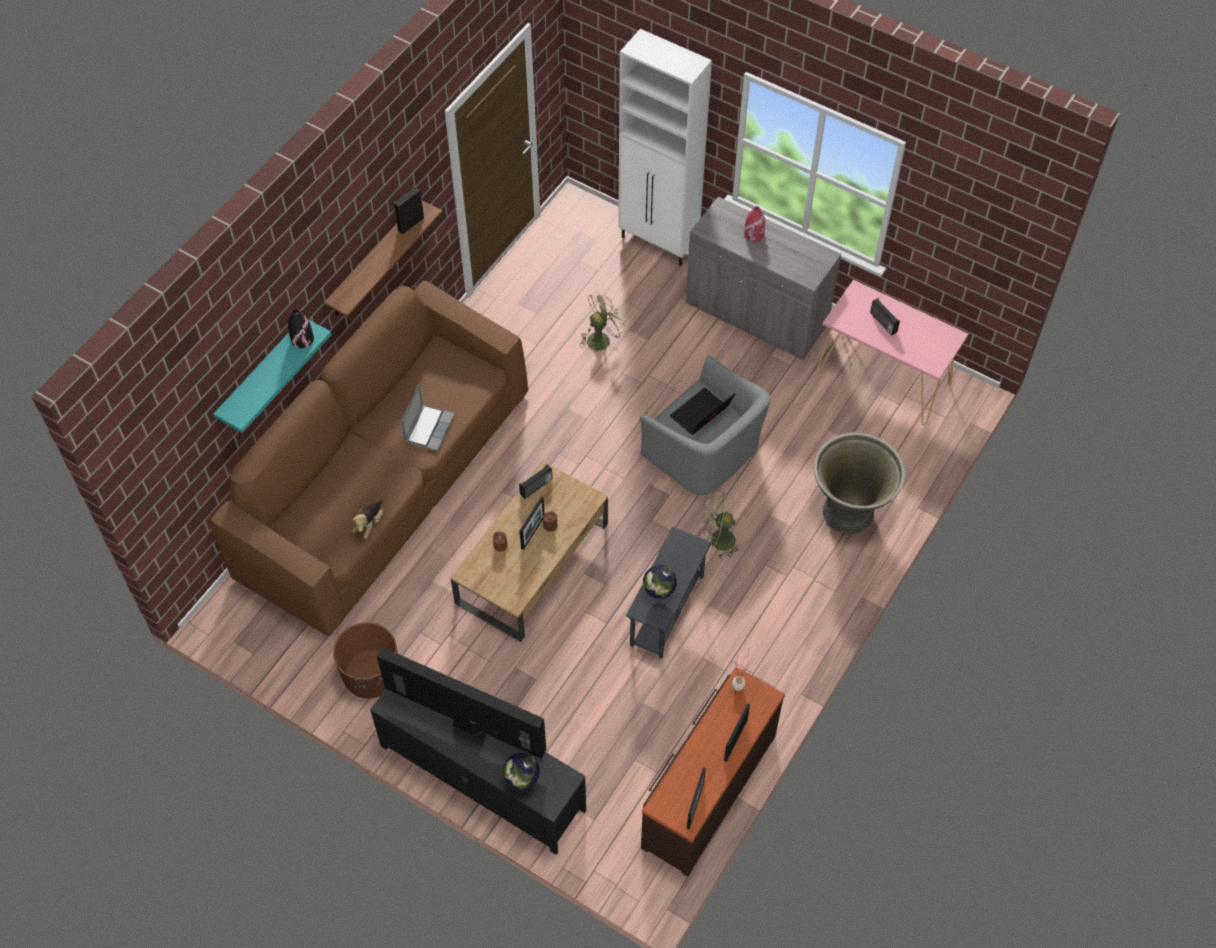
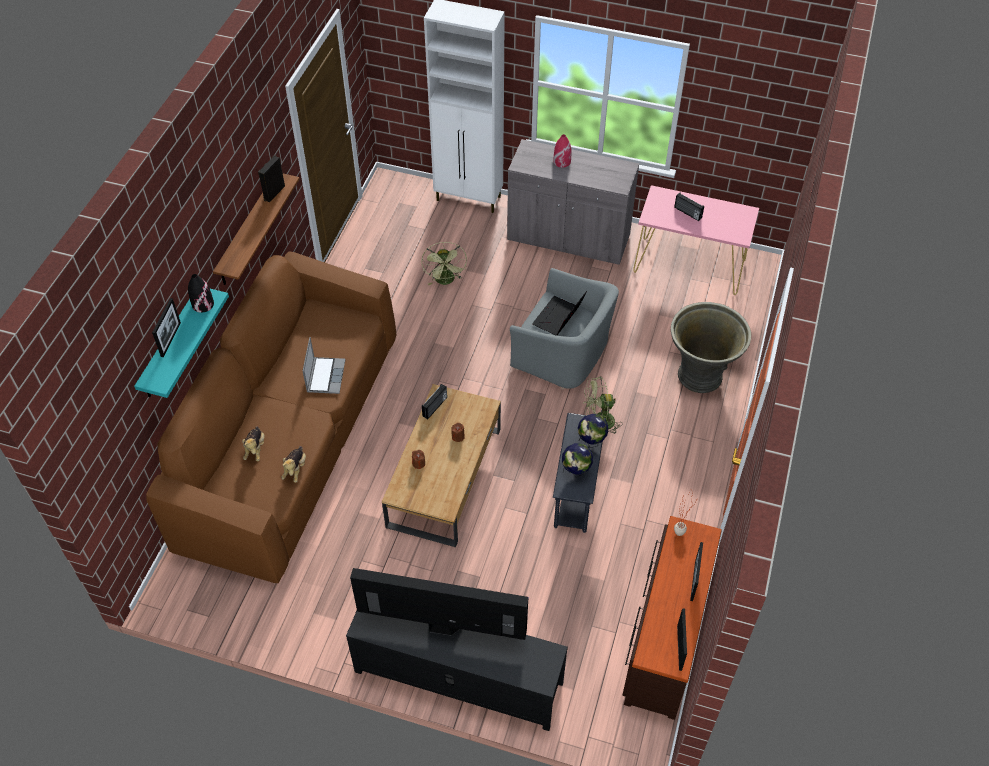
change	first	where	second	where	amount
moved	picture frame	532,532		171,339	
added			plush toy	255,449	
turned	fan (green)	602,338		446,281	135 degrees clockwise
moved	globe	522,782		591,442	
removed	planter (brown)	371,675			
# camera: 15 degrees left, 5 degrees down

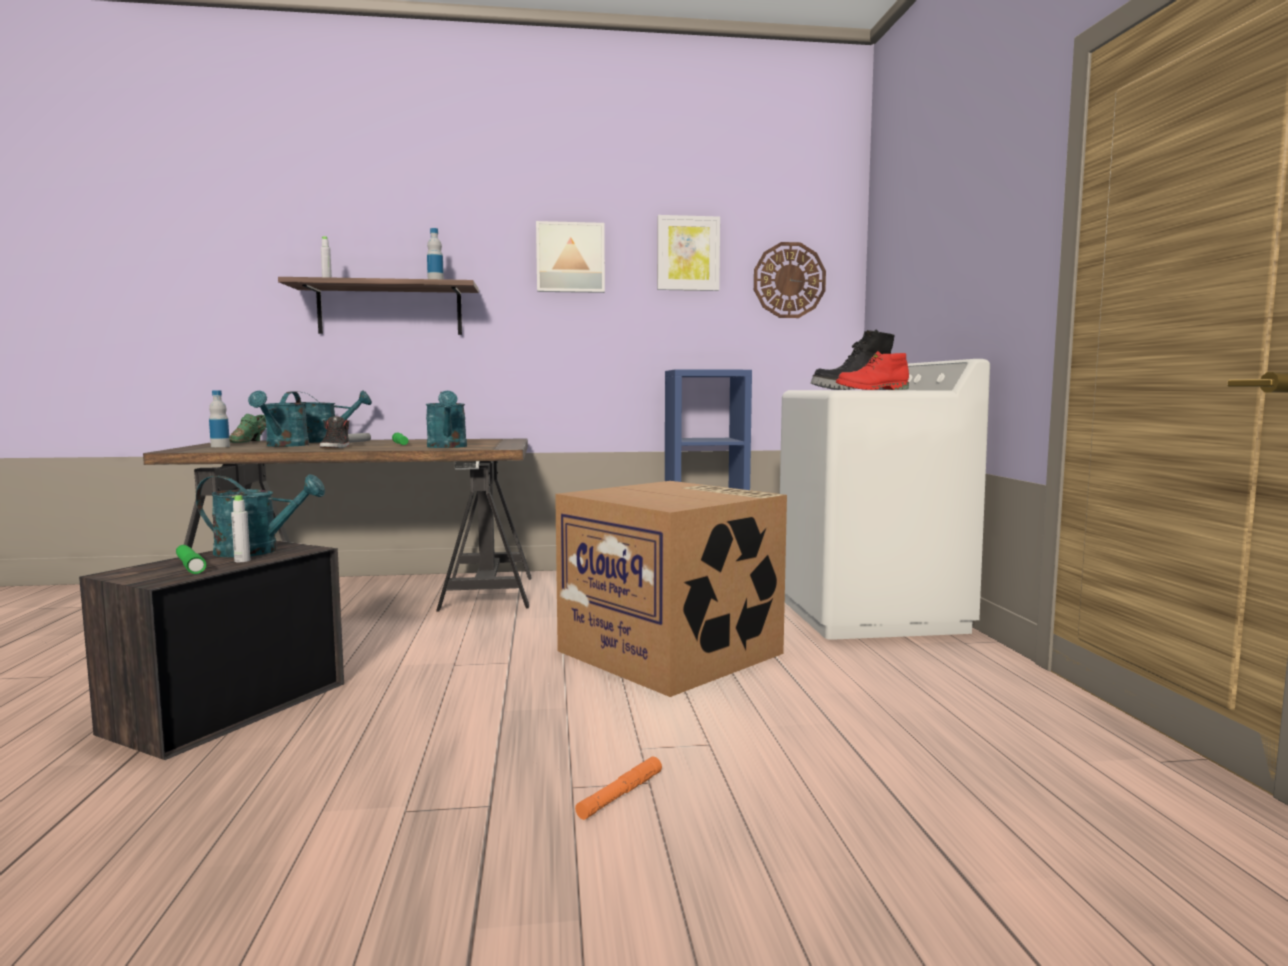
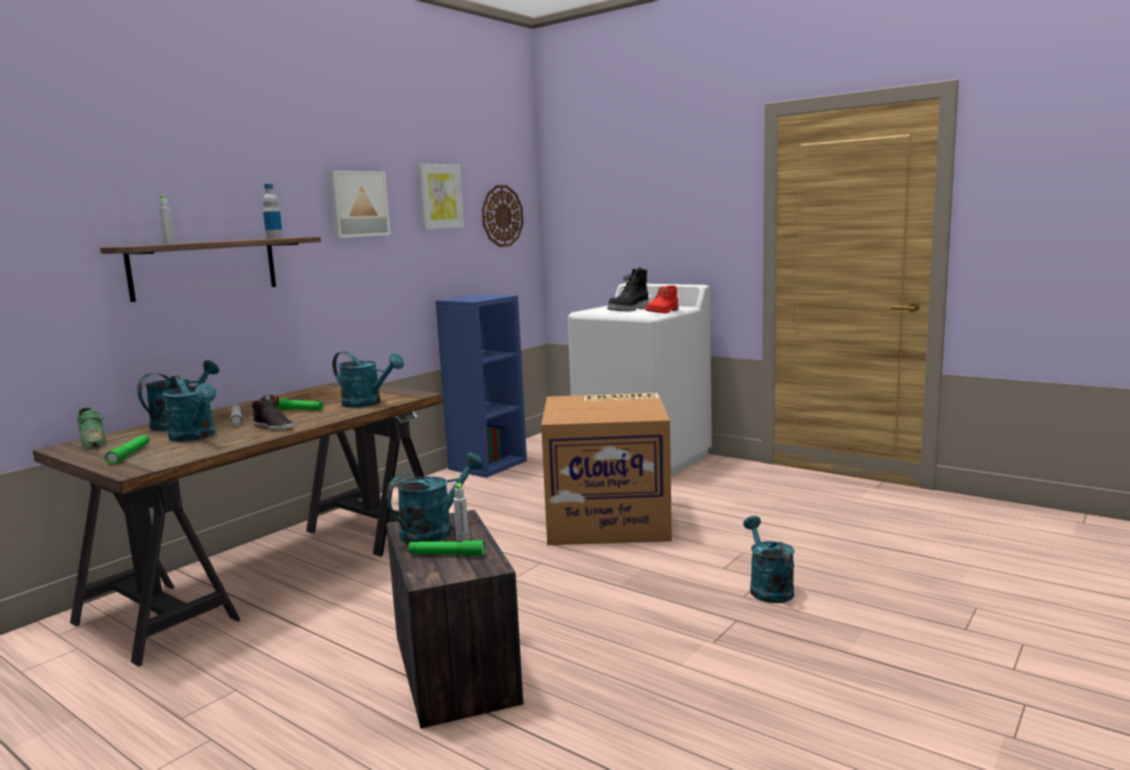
change	first	where	second	where	amount
replaced	bottle	220,446	flashlight (green)	129,454	
replaced	flashlight (orange)	620,795	watering can (turquoise)	767,588	
# camera: 45 degrees left, 5 degrees up

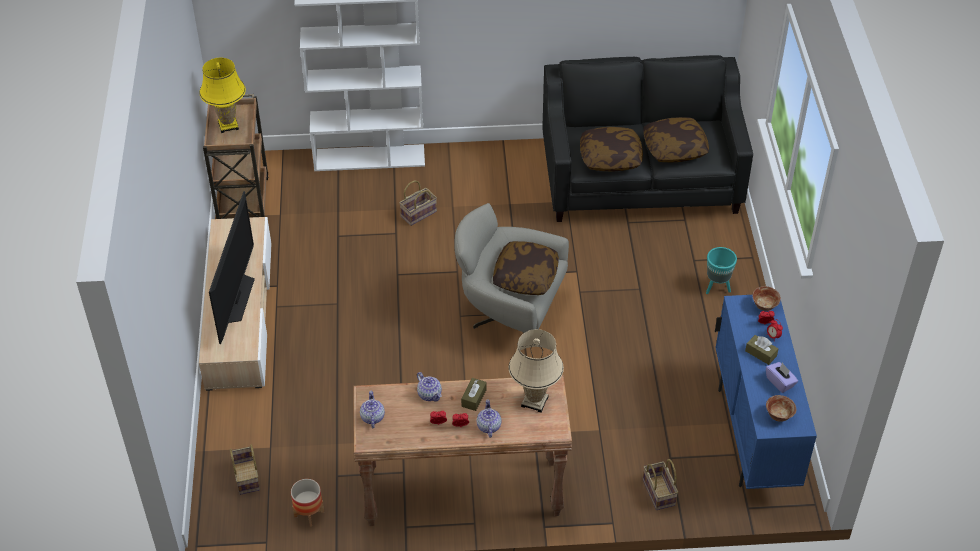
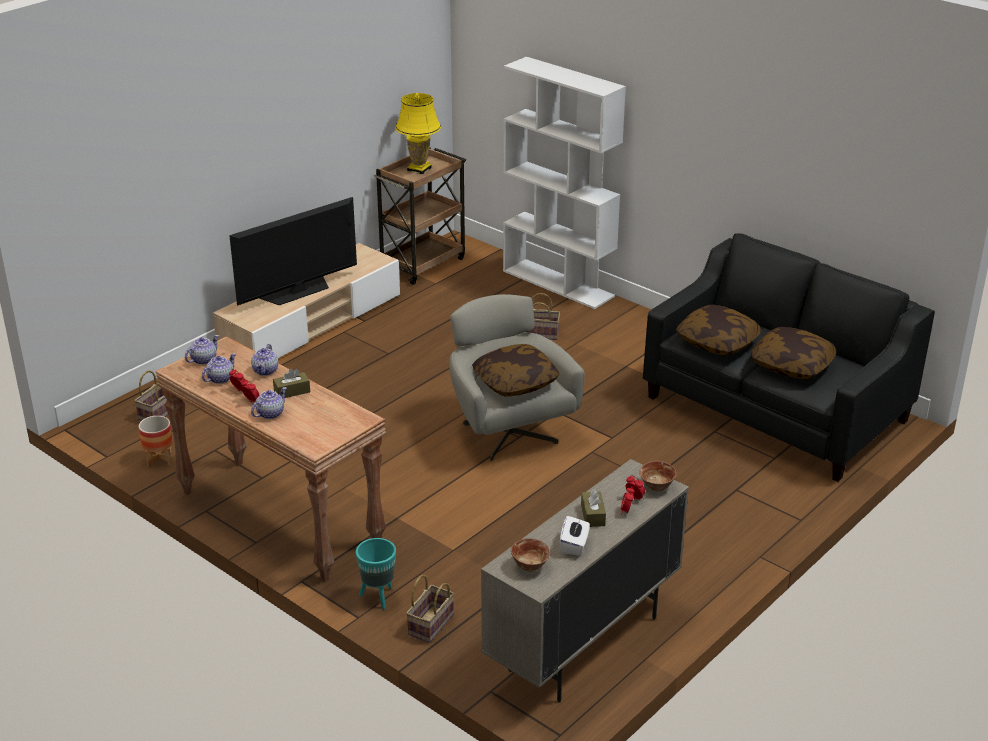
change	first	where	second	where	amount
added			teapot	220,378	
moved	planter (turquoise)	717,288		378,597	
recoloured	cabinet (blue)	753,436	cabinet (beige)	583,644	
recoloured	tissue box (purple)	780,382	tissue box (white)	574,545	
removed	table lamp (beige)	534,401			
# camera: 45 degrees right, 15 degrees down

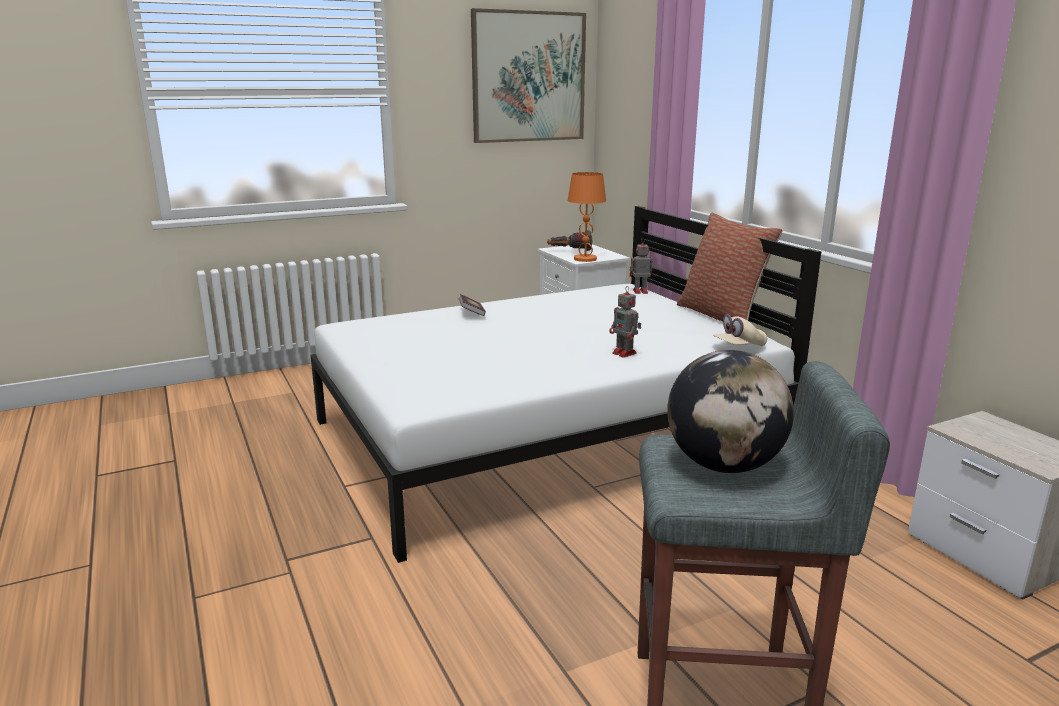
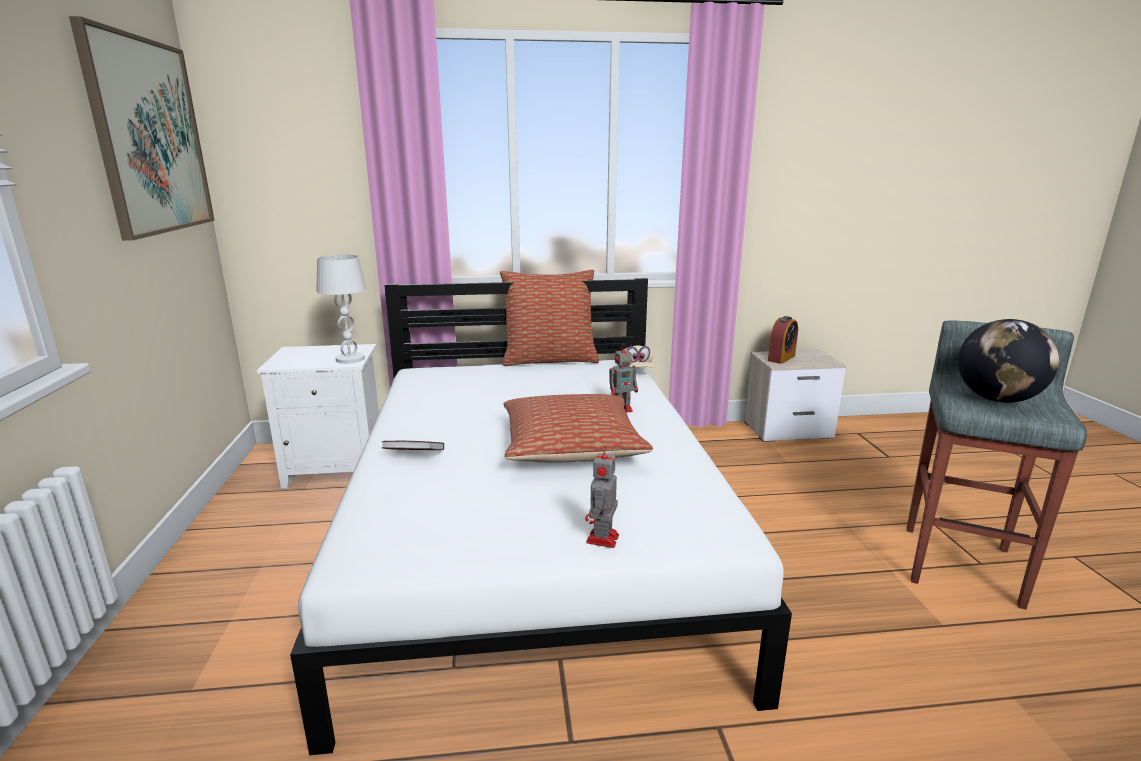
change	first	where	second	where	amount
recoloured	table lamp (orange)	585,259	table lamp (white)	350,359	
added			pillow	571,446	
moved	toy robot	639,291		602,540	
added			alarm clock	781,358	
removed	flashlight	569,251			
# camera: 70 degrees left, 0 degrees up

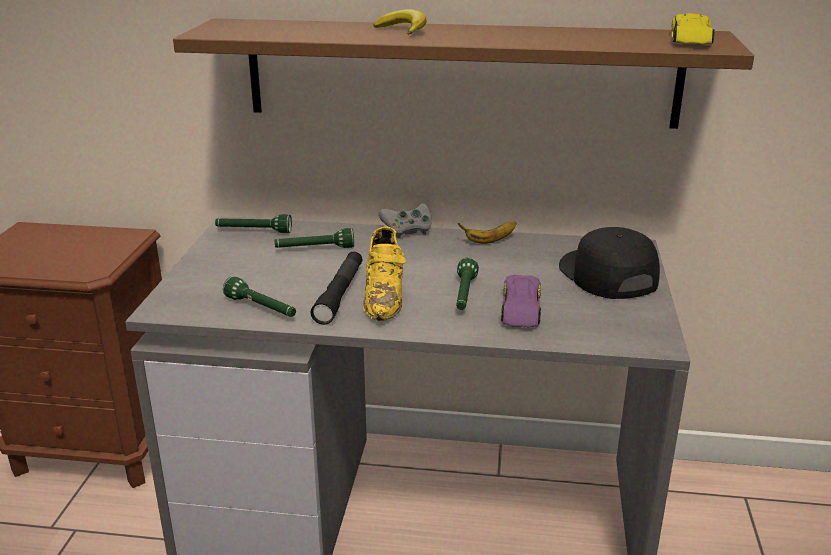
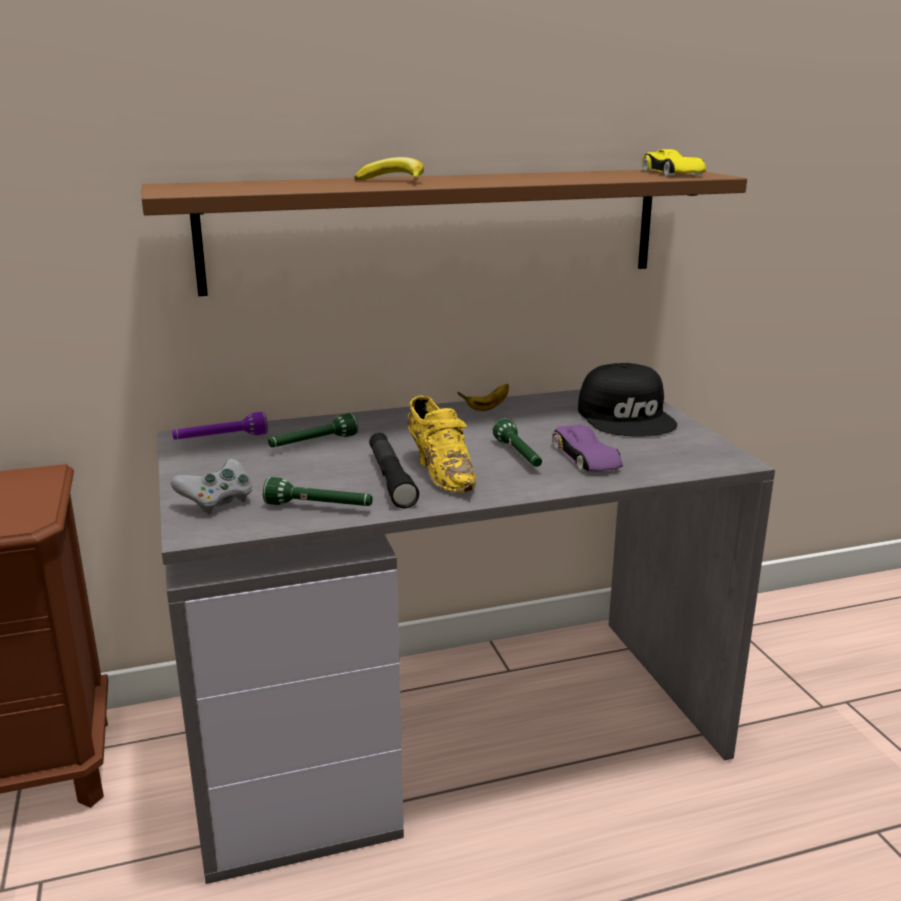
change	first	where	second	where	amount
moved	game controller (grey)	407,232		217,503	
recoloured	flashlight (green)	253,231	flashlight (purple)	220,439	
turned	cap (black)	606,275		627,417	150 degrees counterclockwise
# camera: 25 degrees left, 5 degrees down

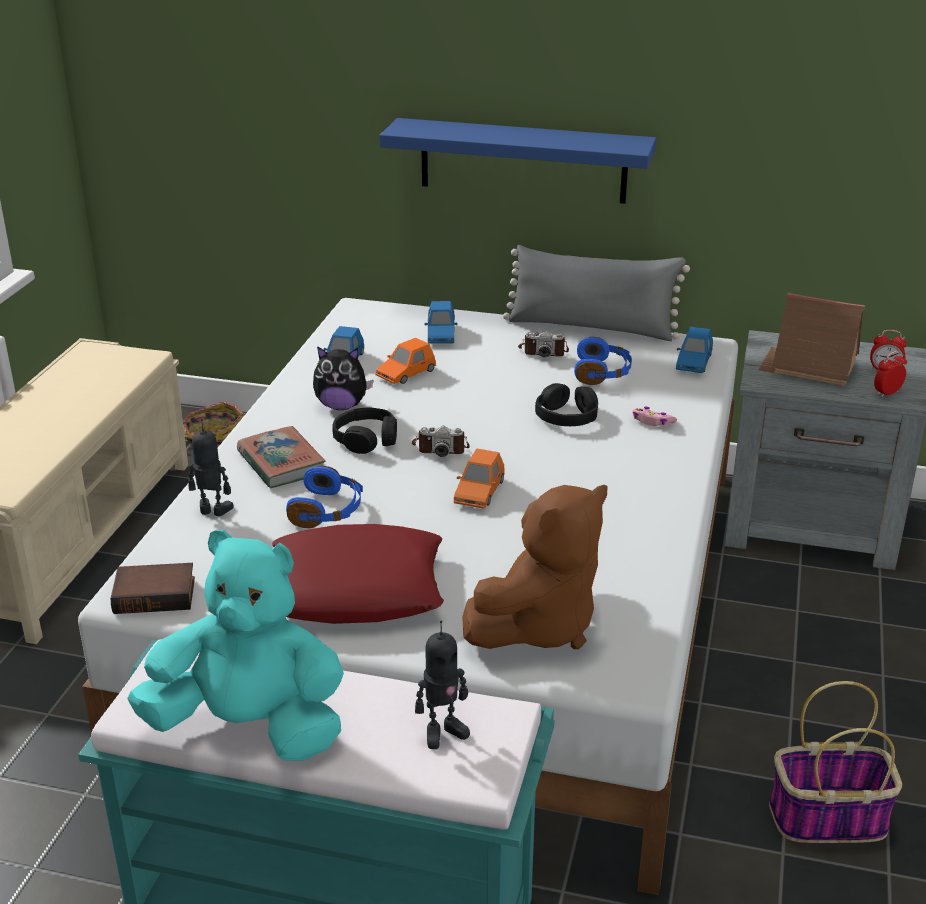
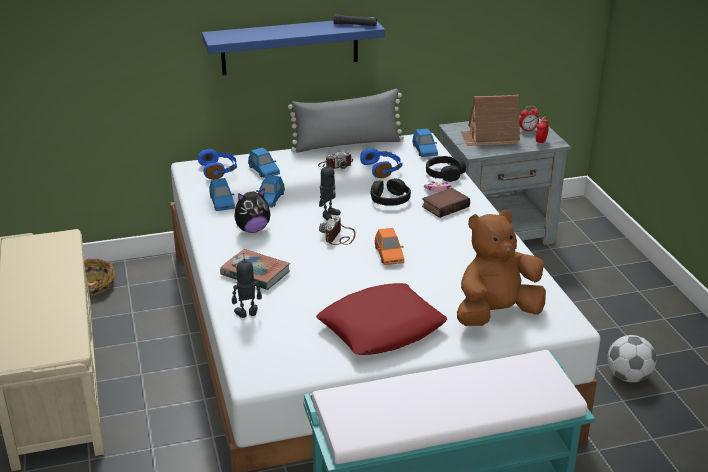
change	first	where	second	where	amount
moved	headphones (blue)	328,511		219,170	
recoloured	toy car (orange)	406,374	toy car (blue)	269,200	
moved	toy robot	443,732		328,215	
turned	photo camera	440,448		339,237	135 degrees clockwise
added			flashlight (black)	355,25	
moved	book	156,594		445,206	
moved	headphones (black)	366,439		444,174	
turned	plush toy (brown)	539,625		496,314	135 degrees counterclockwise
replaced	basket	826,819	football	628,377	
removed	plush toy (turquoise)	250,727			
# camera: 30 degrees left, 0 degrees up

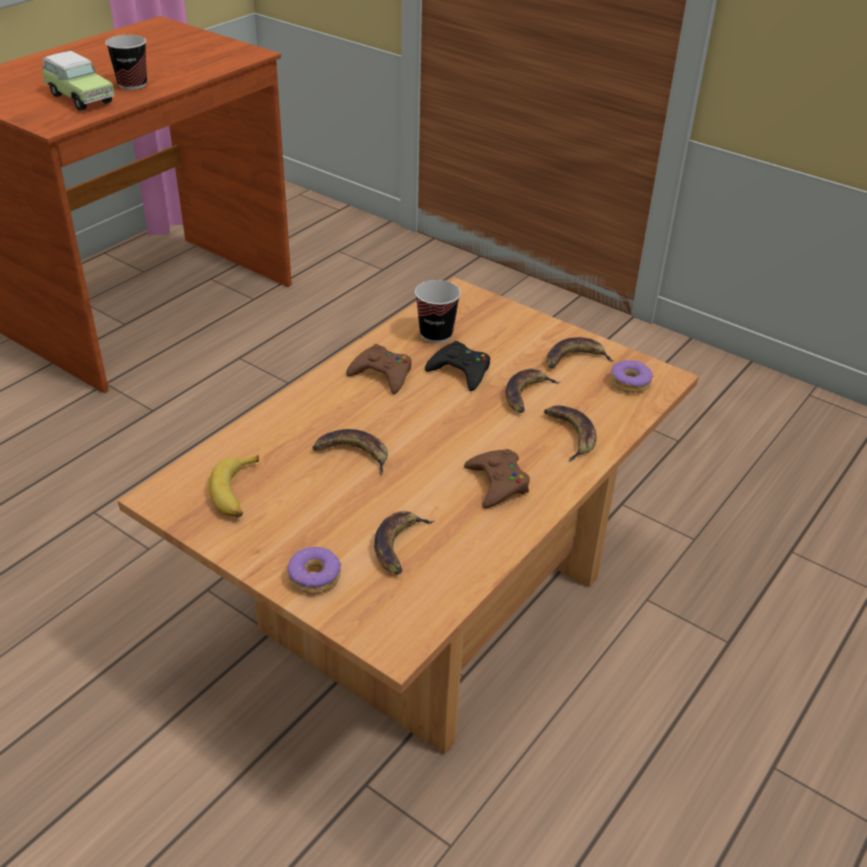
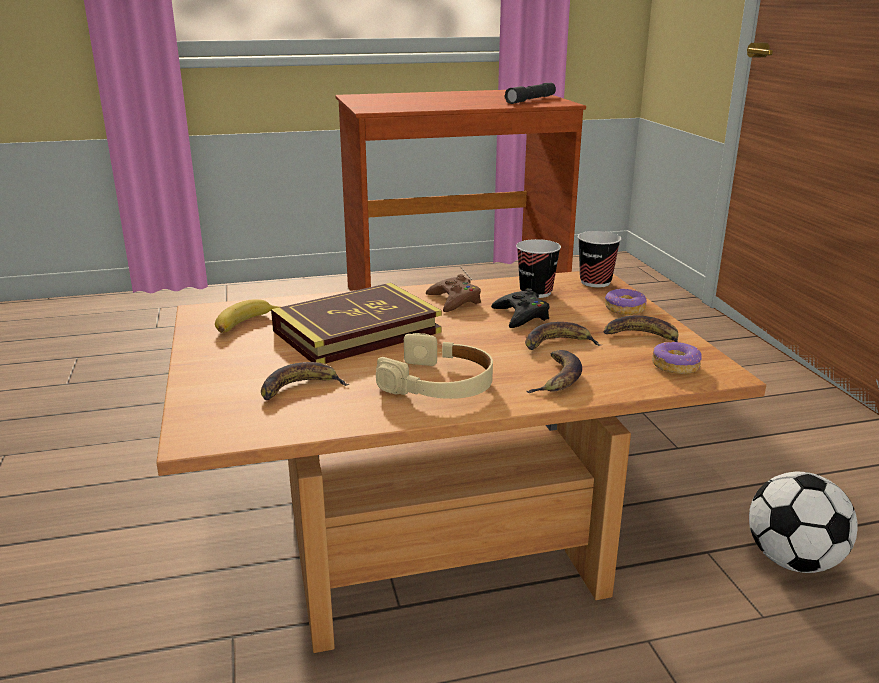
change	first	where	second	where	amount
replaced	banana	352,454	book	357,331	
replaced	game controller (brown)	497,483	headphones (beige)	439,383	
added			flashlight (grey)	531,100	
moved	cup	132,85		595,282	
moved	donut	315,577		625,309	
added			football	792,561	
removed	toy car	79,98			
# camera: 40 degrees right, 15 degrees down

